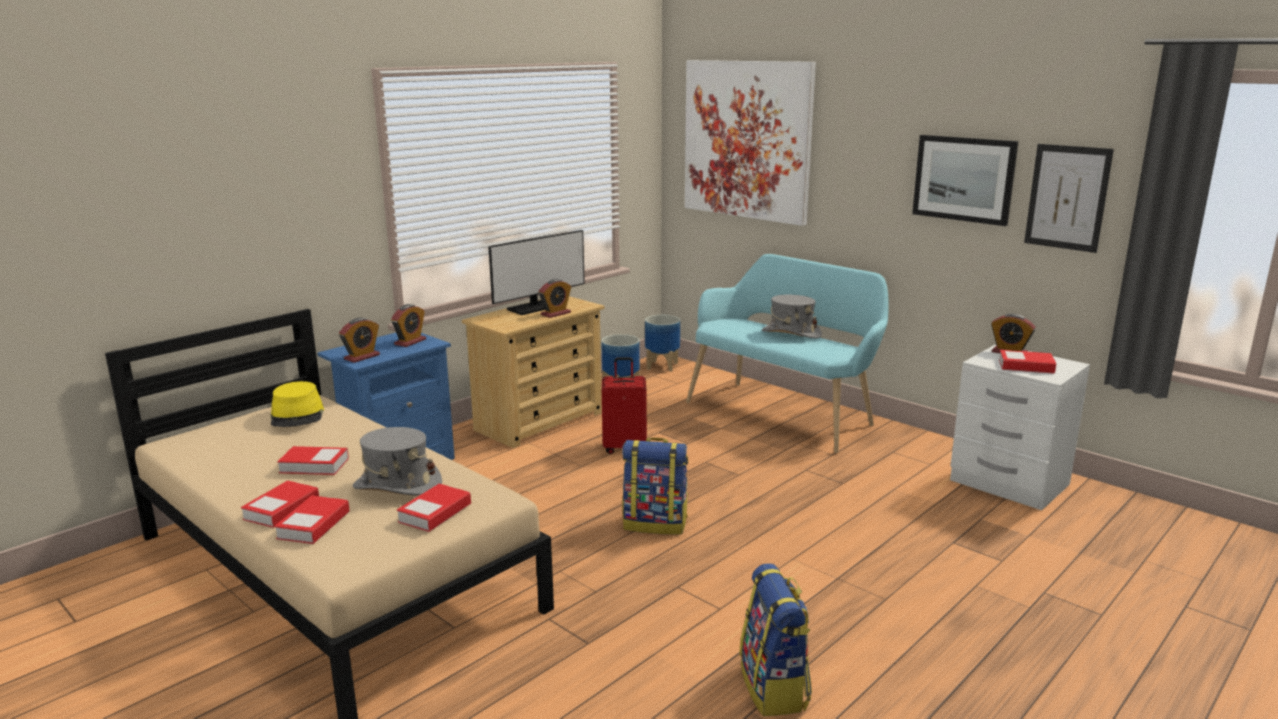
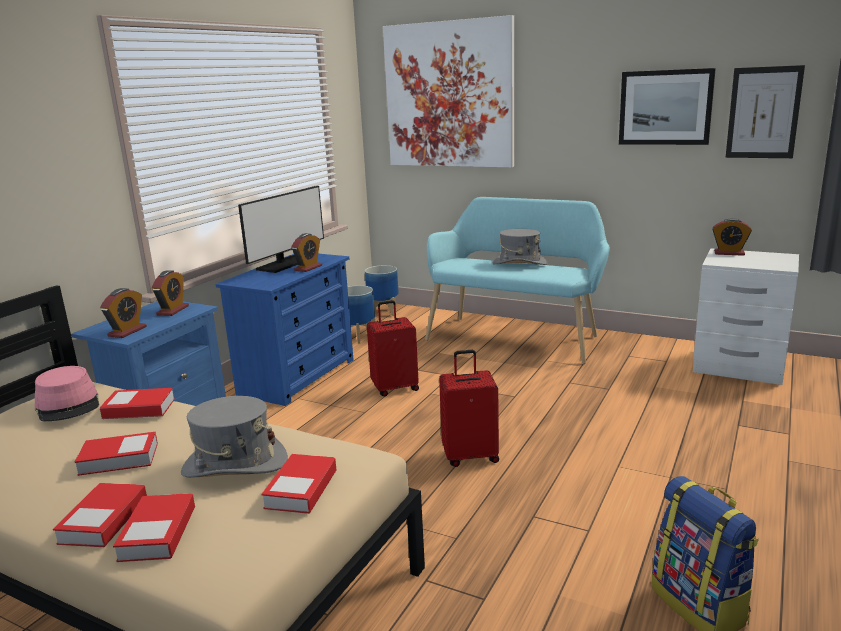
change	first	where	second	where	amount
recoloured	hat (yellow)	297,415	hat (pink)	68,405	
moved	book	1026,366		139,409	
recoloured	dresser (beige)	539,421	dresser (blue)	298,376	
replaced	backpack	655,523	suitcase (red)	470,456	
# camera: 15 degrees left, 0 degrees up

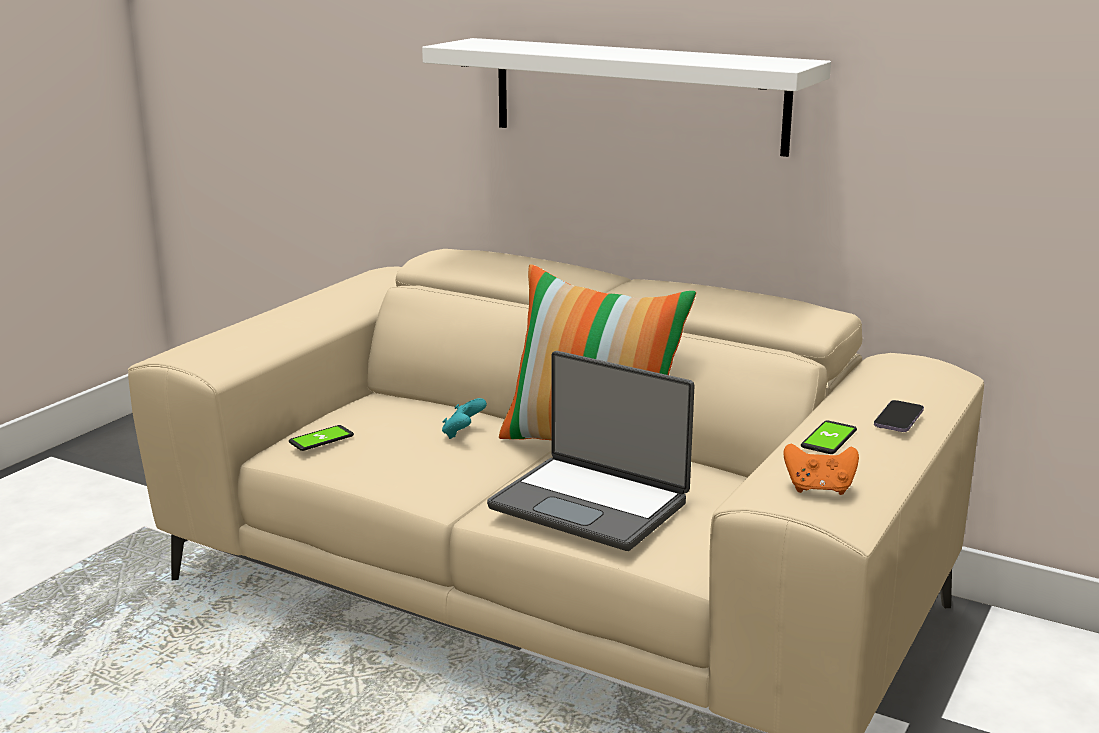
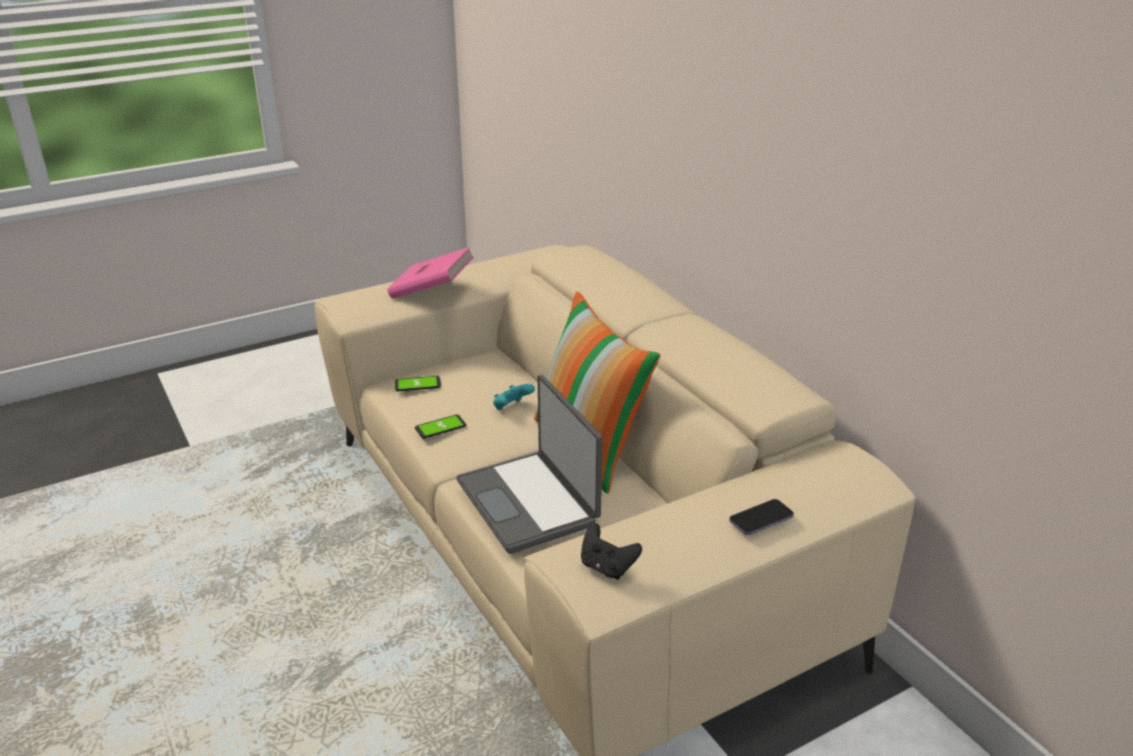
change	first	where	second	where	amount
added			book (pink)	432,291	
moved	phone	829,439		440,427	
recoloured	game controller (orange)	819,489	game controller (black)	607,567	
removed	shelf (white)	637,95			
# camera: 30 degrees right, 10 degrees up

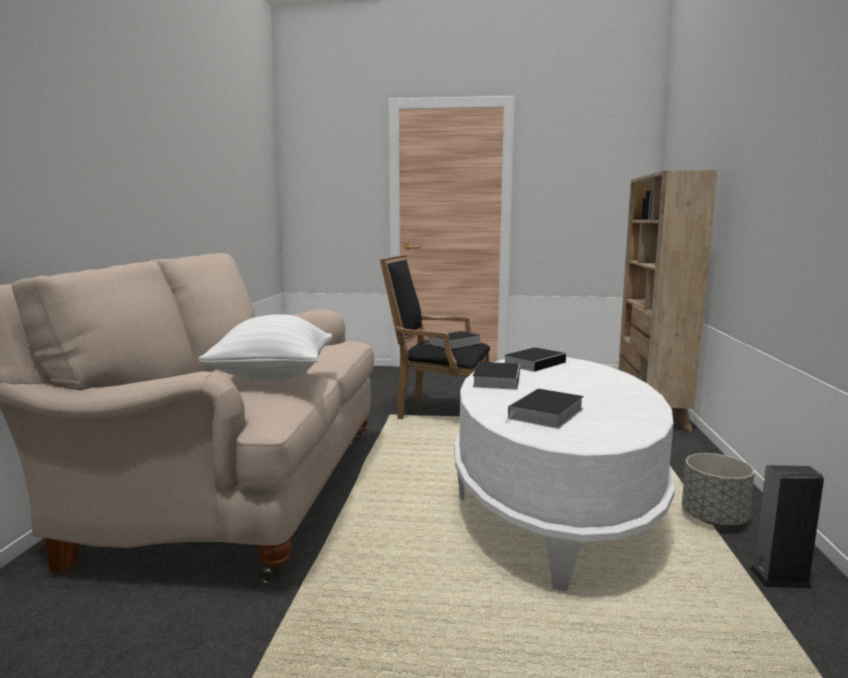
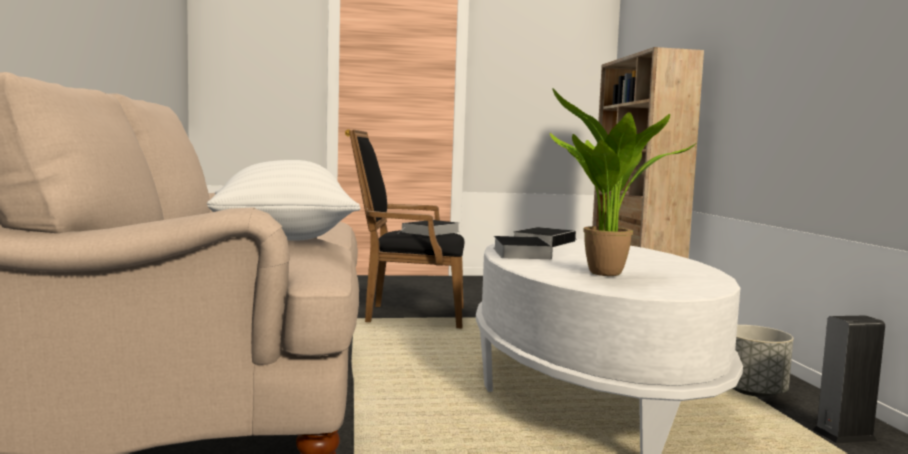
change	first	where	second	where	amount
replaced	book	546,414	potted plant	606,275	
# camera: 15 degrees left, 5 degrees down

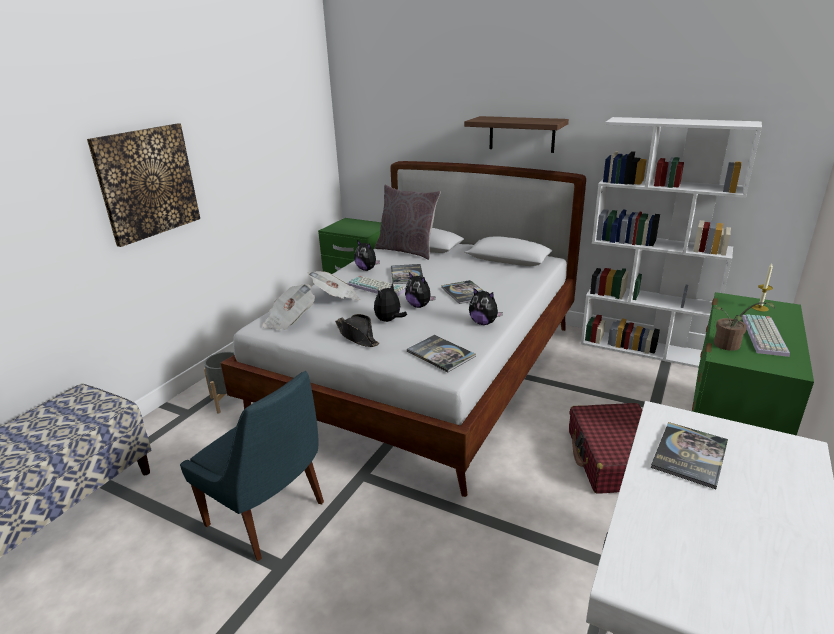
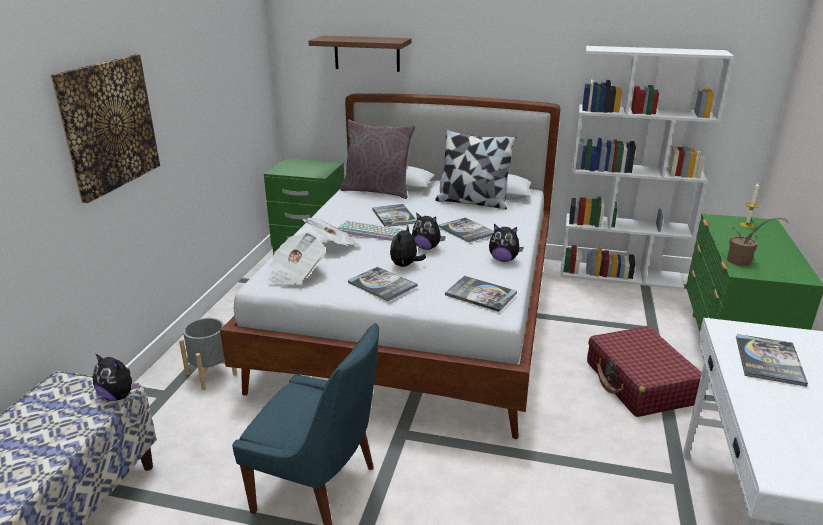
change	first	where	second	where	amount
moved	plush toy	367,269		119,396	
moved	shelf	521,134		367,53	
replaced	hat (black)	357,336	book	382,284	
added			pillow	472,202	
removed	keyboard	766,336			
# camera: 15 degrees left, 0 degrees up

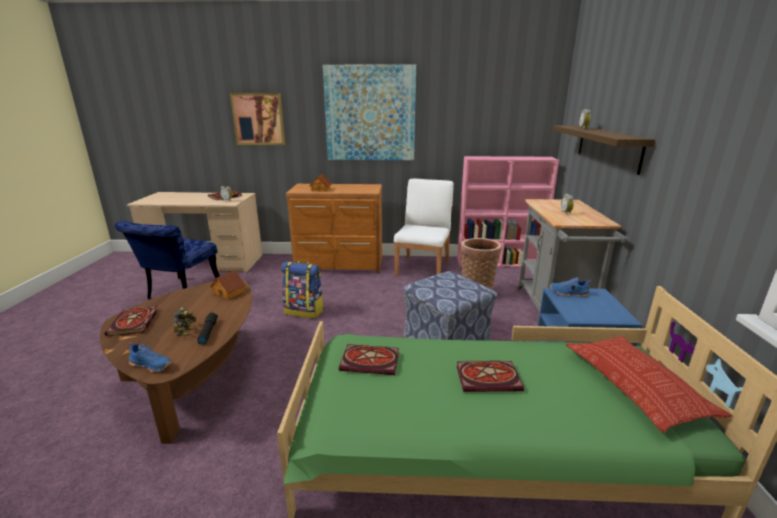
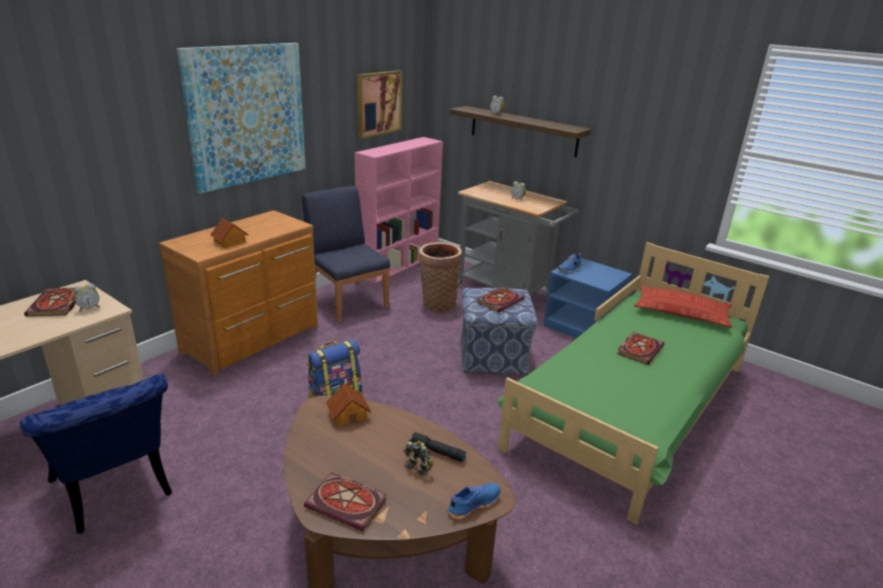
change	first	where	second	where	amount
recoloured	chair (white)	423,268	chair (blue)	348,300	
moved	picture	258,119		378,103	
moved	book	371,361		500,301	
# camera: 55 degrees left, 5 degrees up

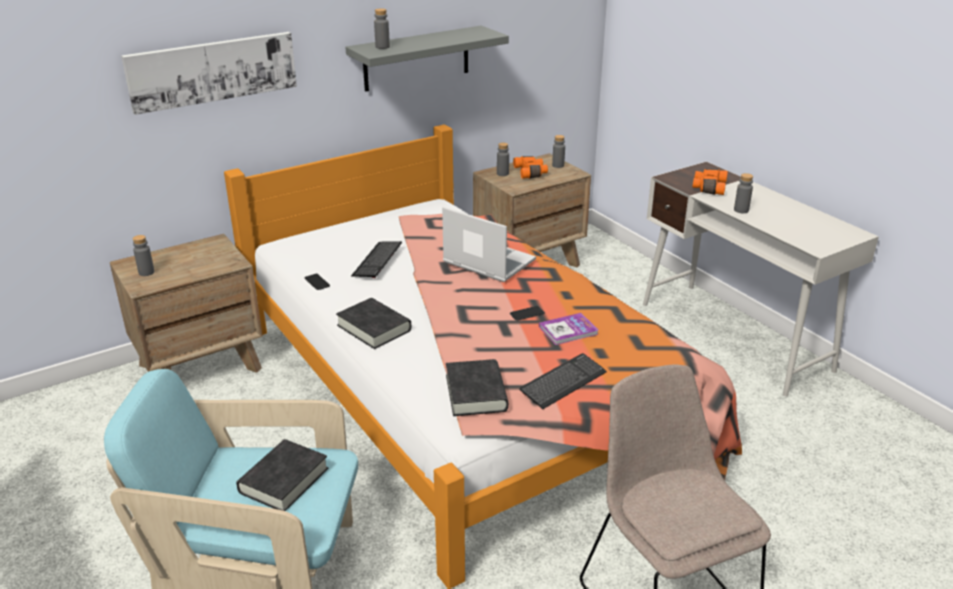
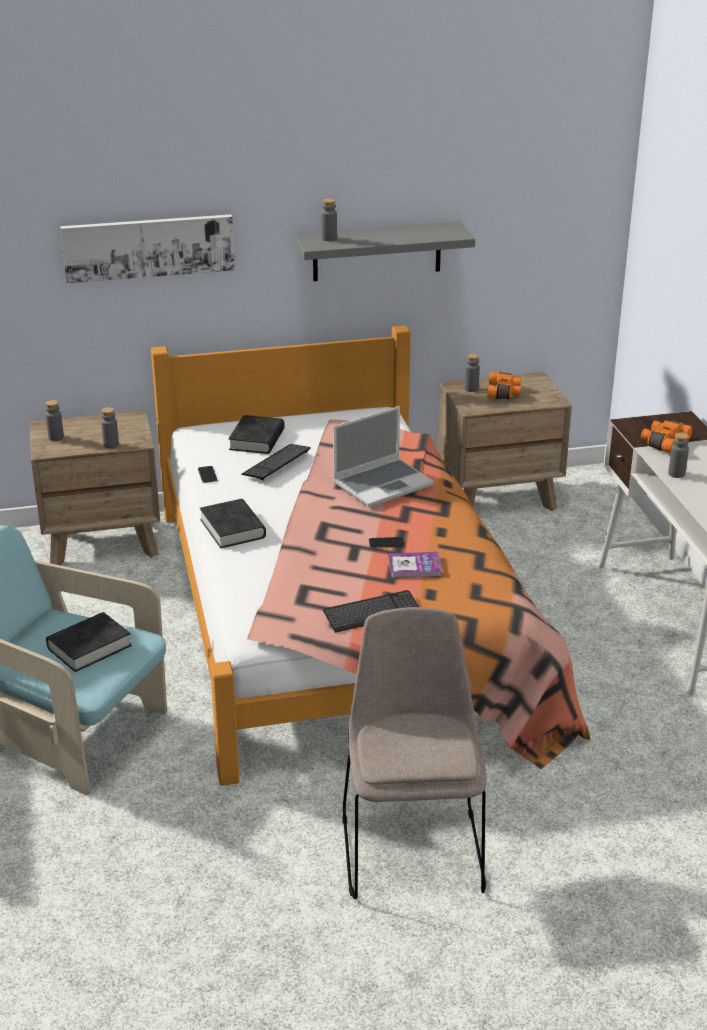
change	first	where	second	where	amount
moved	bottle (grey)	558,165		111,445	
moved	book (black)	476,393		257,440	
turned	laptop	487,262		383,484	90 degrees clockwise
# camera: 20 degrees right, 0 degrees up

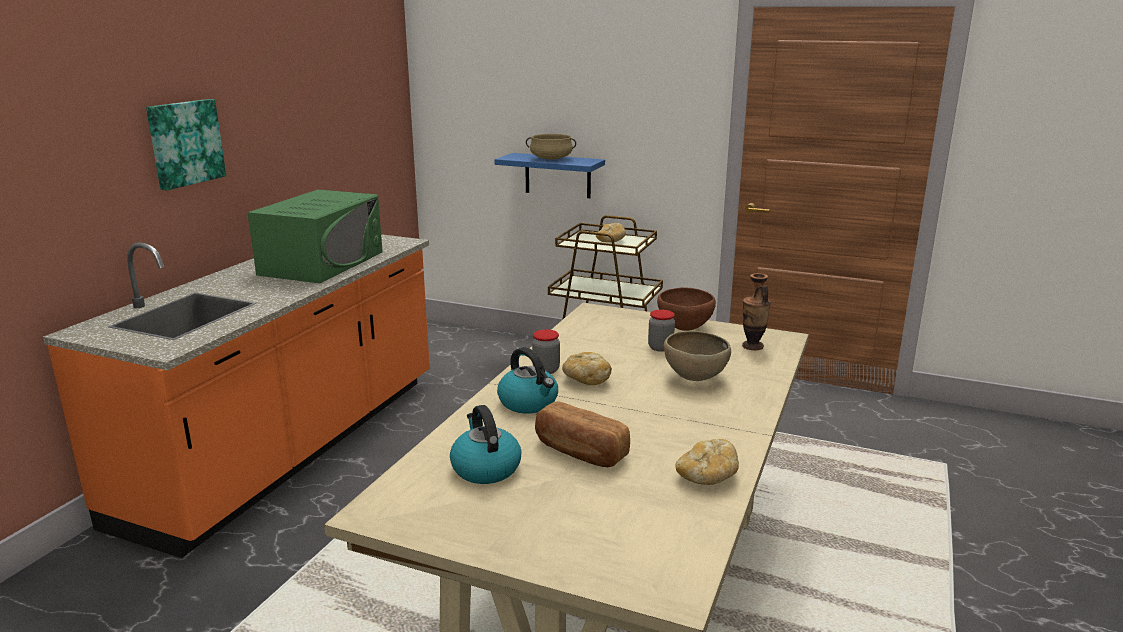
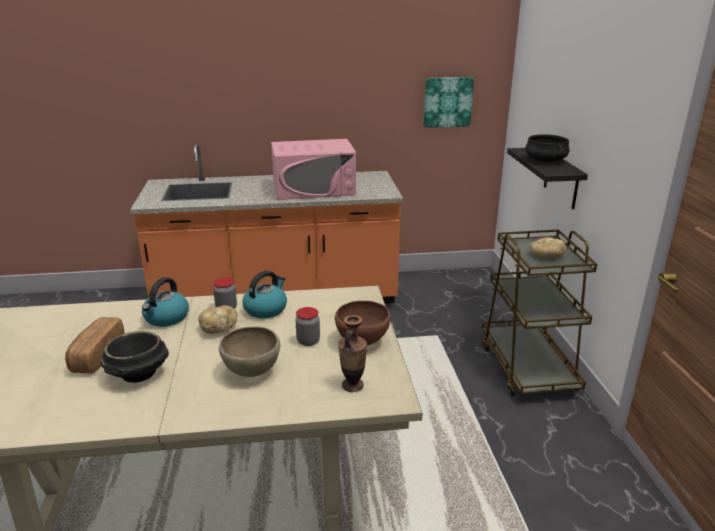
change	first	where	second	where	amount
added			bowl (black)	138,374	
moved	kettle	485,468		266,309	
recoloured	microwave (green)	322,263	microwave (pink)	314,189	
moved	picture	185,143		447,102	
recoloured	shelf (blue)	557,175	shelf (black)	561,178	
recoloured	cooking pot (beige)	551,159	cooking pot (black)	545,160	
removed	bread	707,477			
# camera: 60 degrees right, 5 degrees up

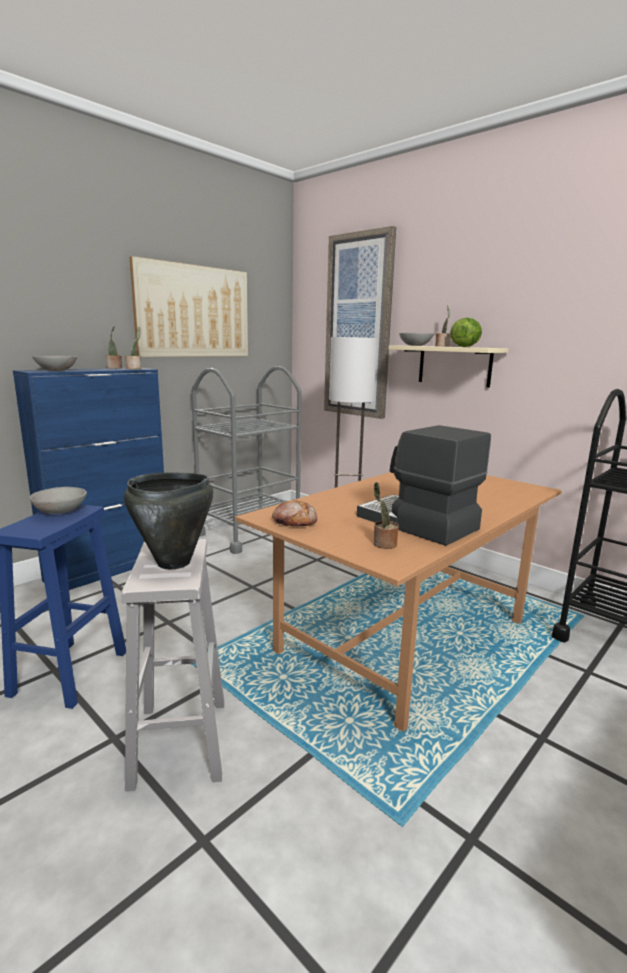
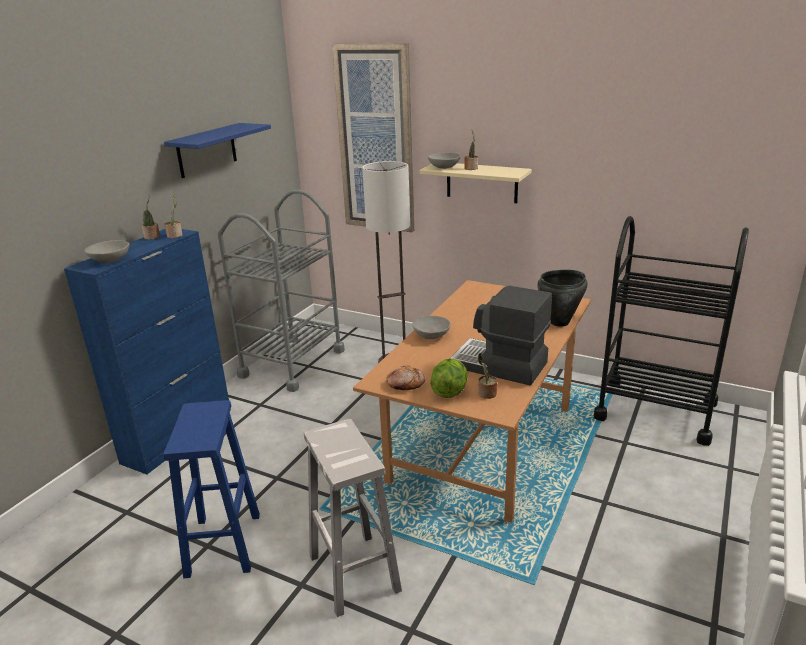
change	first	where	second	where	amount
replaced	picture	193,311	shelf (blue)	206,150	
moved	bowl (grey)	60,511		431,336	
moved	lettuce	465,347		449,391	
moved	cooking pot (black)	174,563		560,322	
# camera: 15 degrees left, 10 degrees up

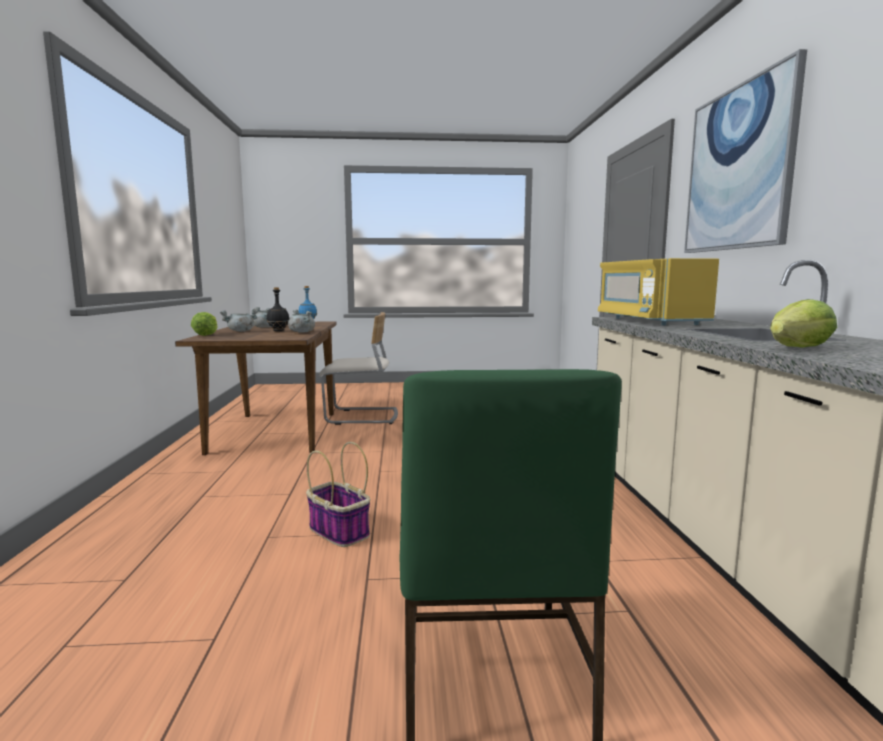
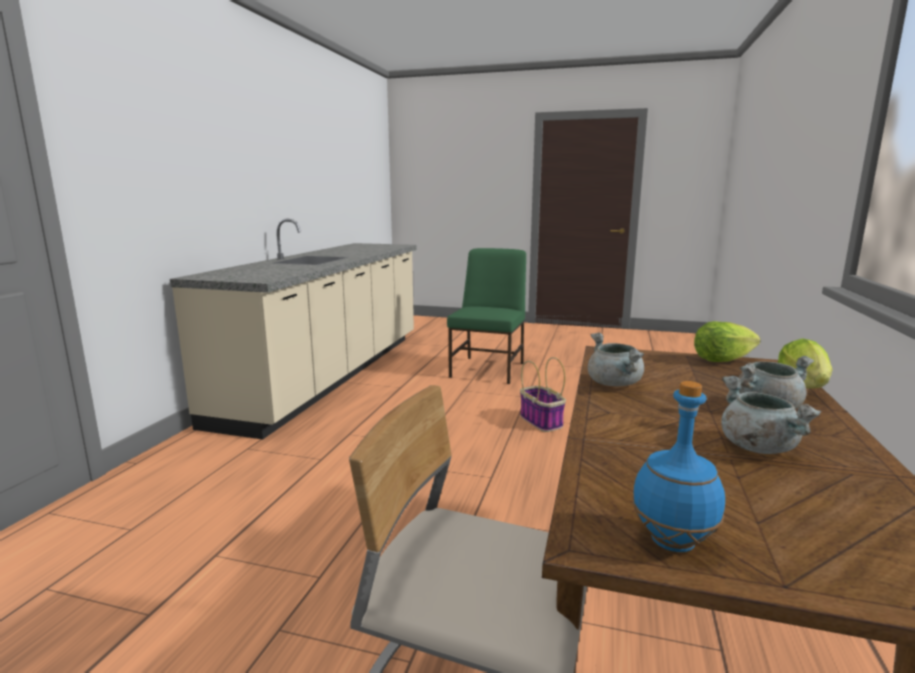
change	first	where	second	where	amount
moved	lettuce	798,348		721,360	
removed	bottle (black)	278,331			
removed	microwave (yellow)	649,321			
removed	picture	738,168			
# camera: 160 degrees left, 5 degrees up

